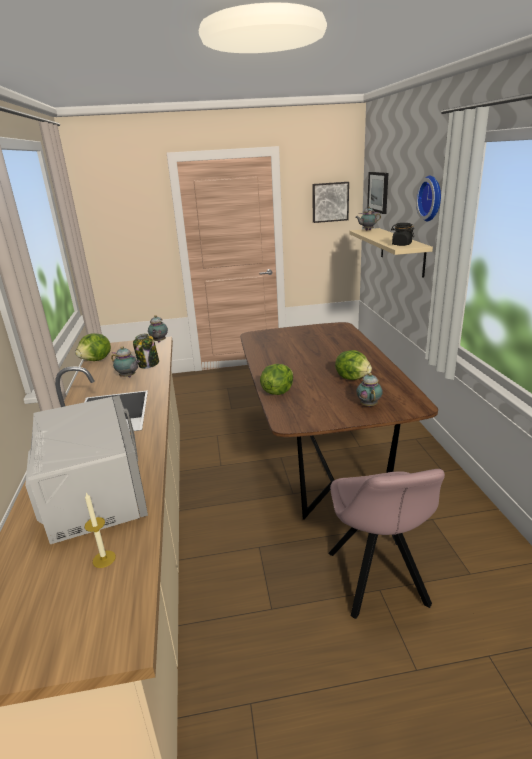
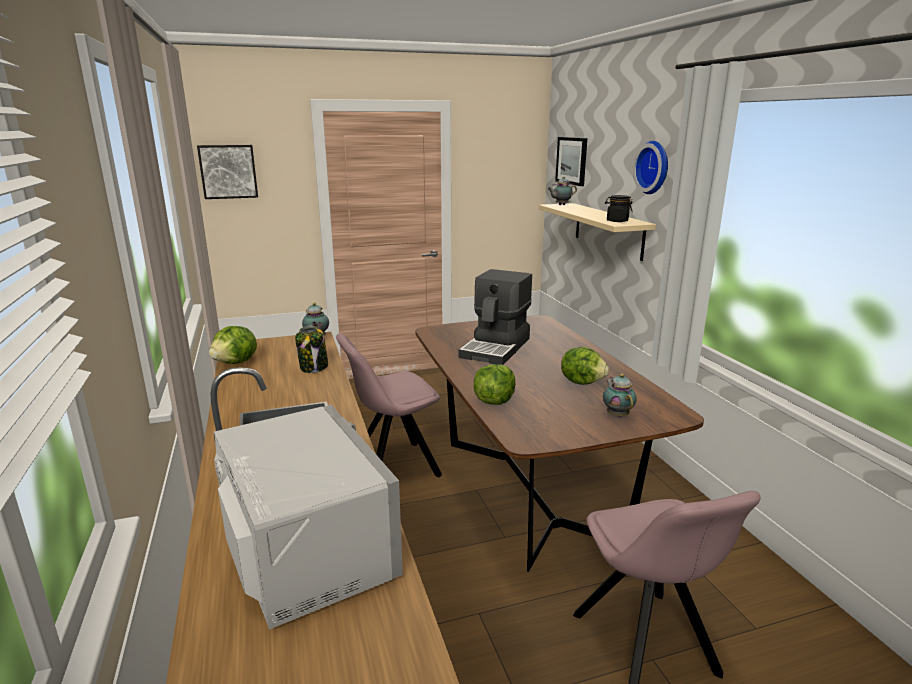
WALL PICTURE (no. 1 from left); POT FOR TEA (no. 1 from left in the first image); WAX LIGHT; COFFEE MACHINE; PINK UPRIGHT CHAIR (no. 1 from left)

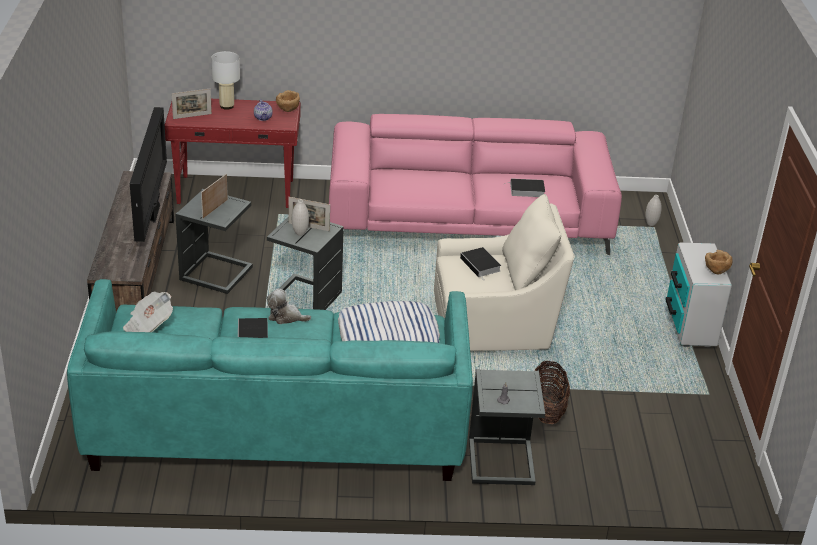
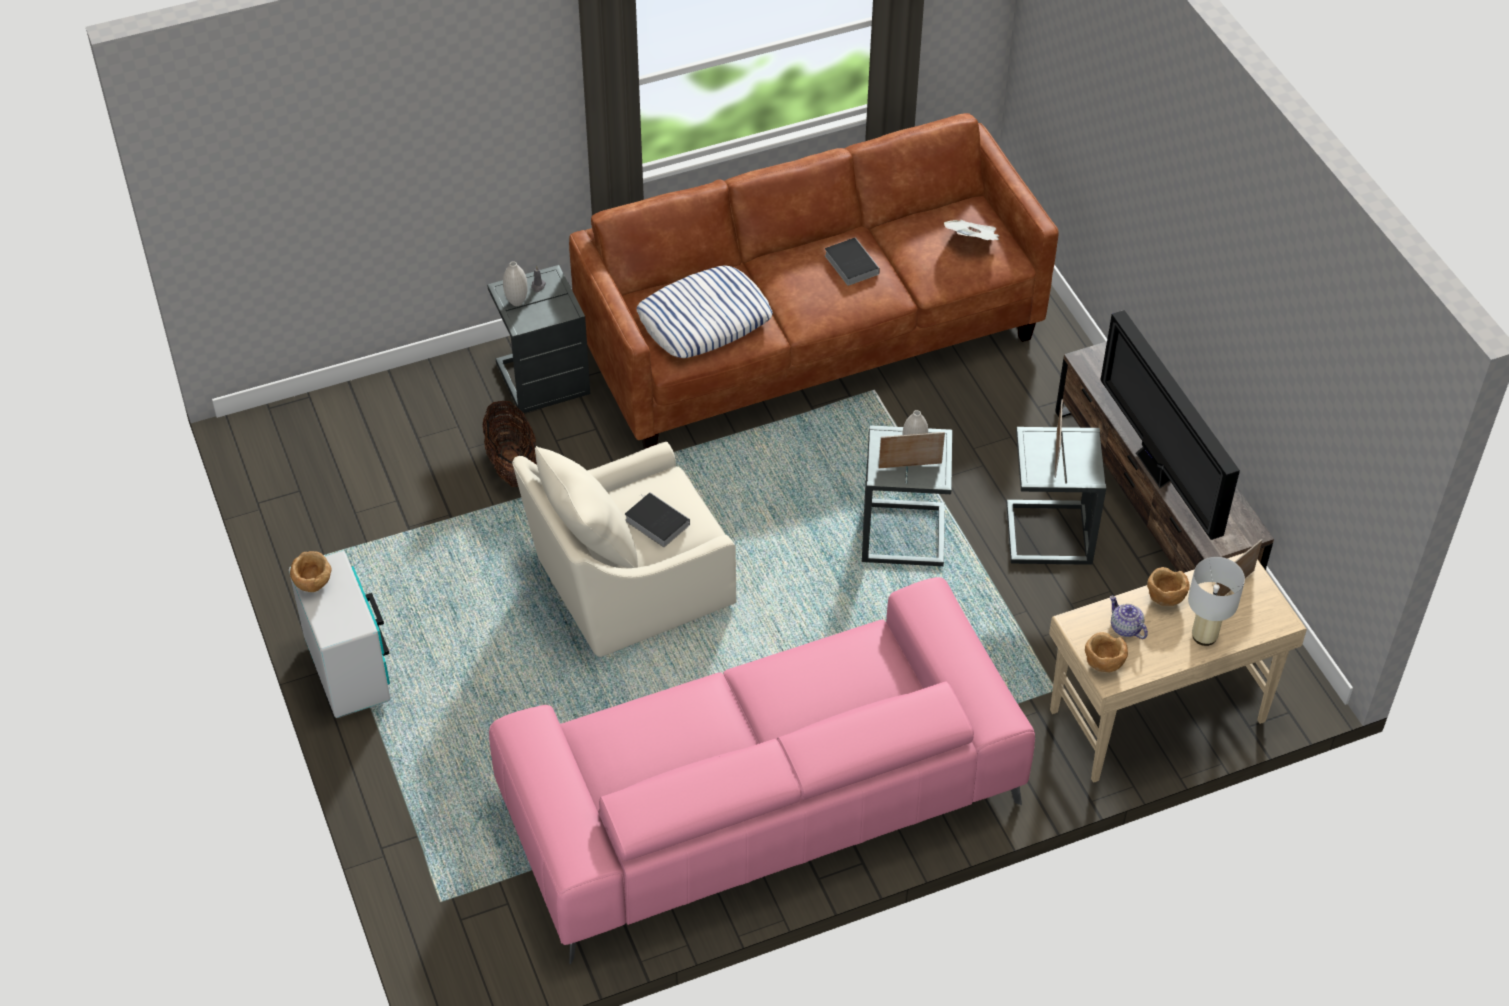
BEIGE NARROW TABLE; BOOK (no. 3 from left in the first image); WHITISH DECORATIVE VASE (no. 1 from left); BROWNISH COUCH; PLUSH TOY; BROWNISH BOWL (no. 3 from left)

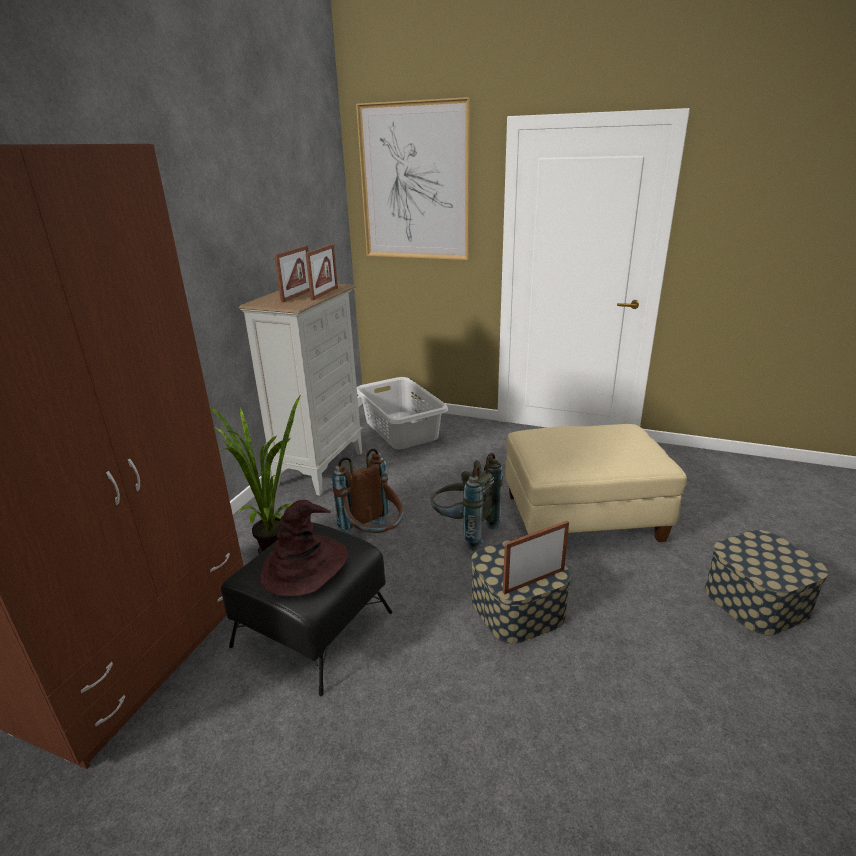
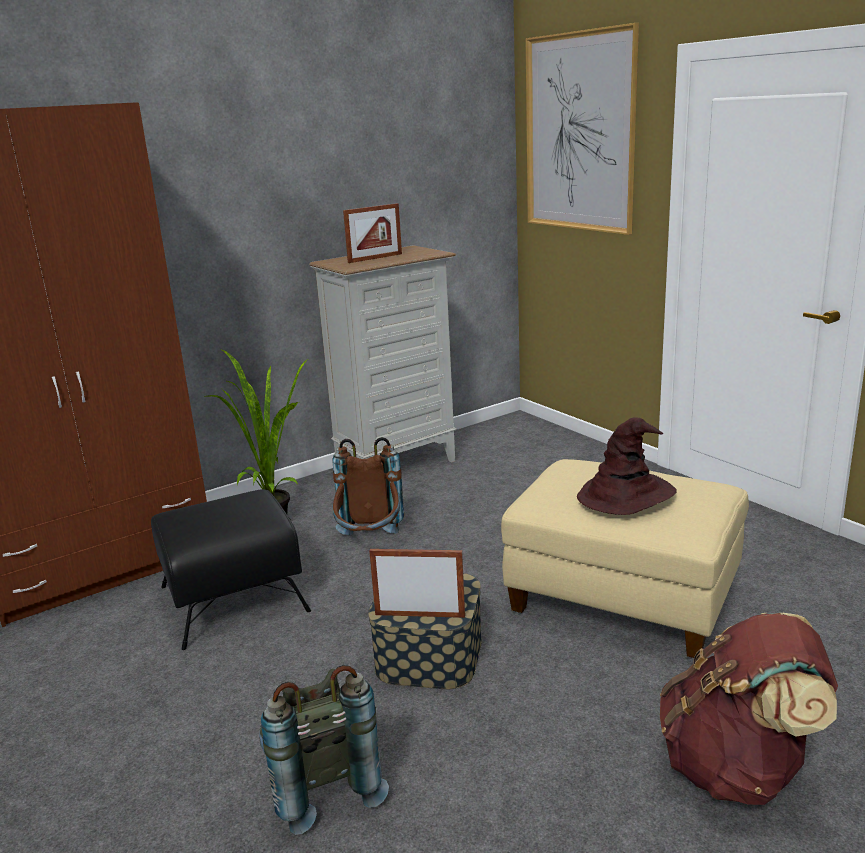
PICTURE FRAME (no. 2 from left in the first image); GRAY LAUNDRY BASKET; GRAY KNAPSACK; BROWNISH CLOTHING HAT; BROWNISH KNAPSACK (no. 2 from left)

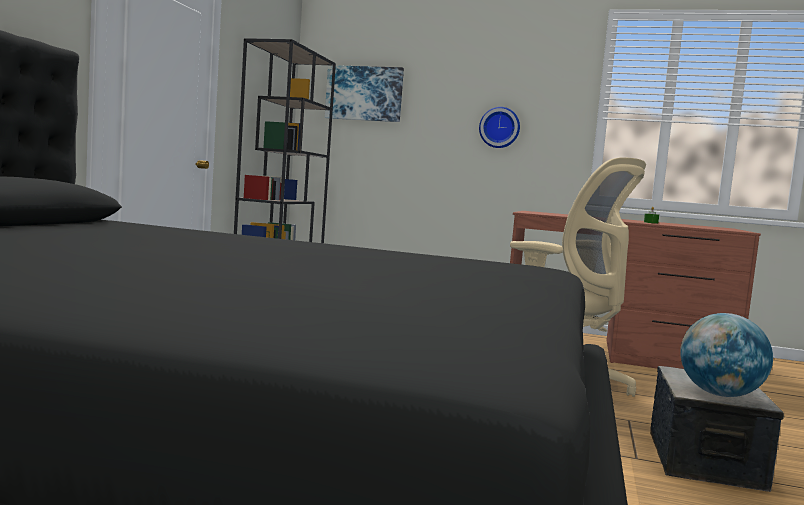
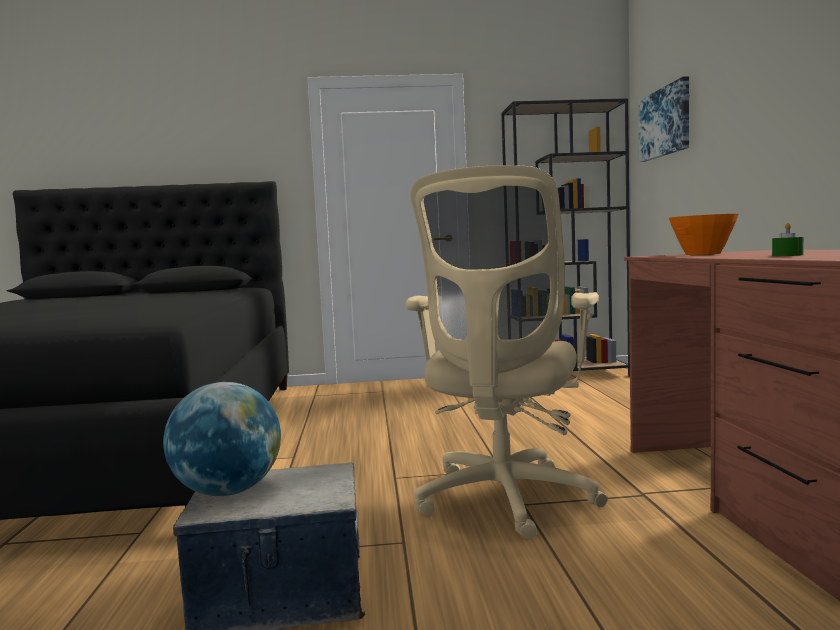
WALL CLOCK; ORANGE BOWL

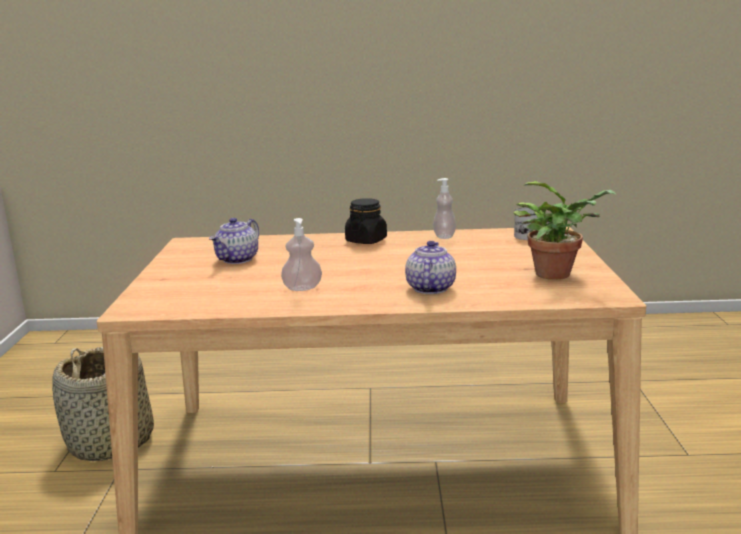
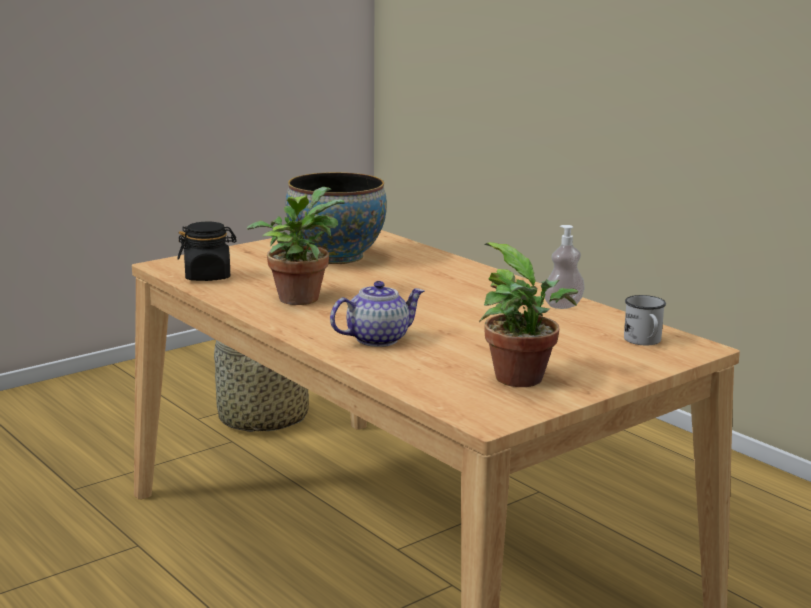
BLACK-COLOURED JAR; BOWL; POTTED PLANT (no. 1 from left)

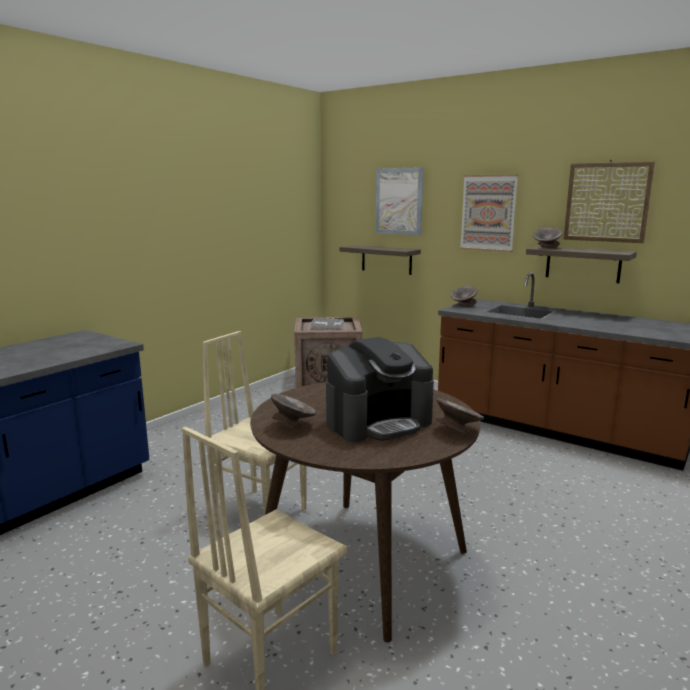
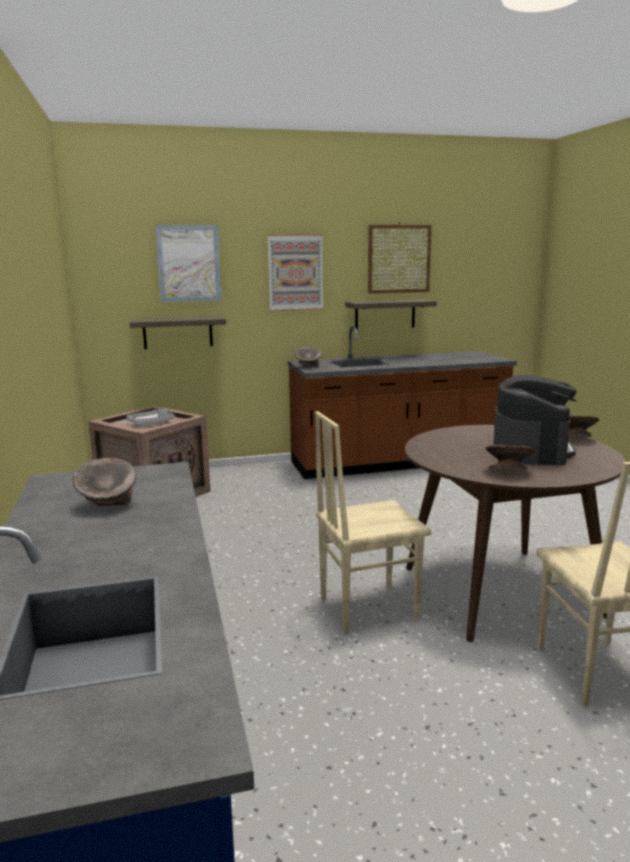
GRAY BOWL (no. 1 from left)

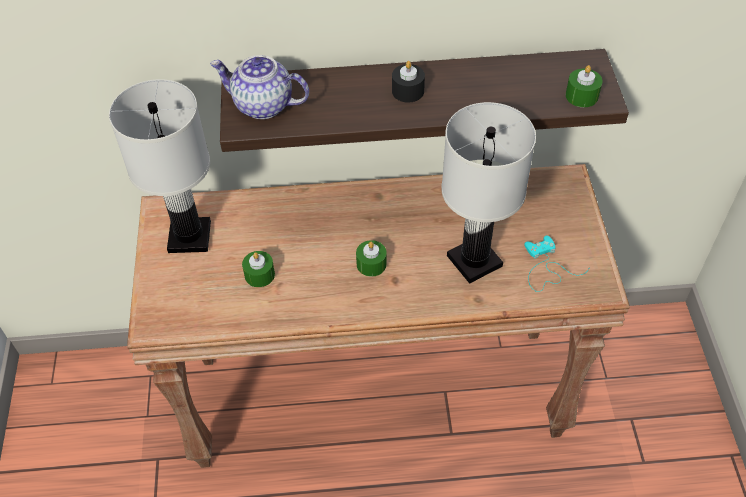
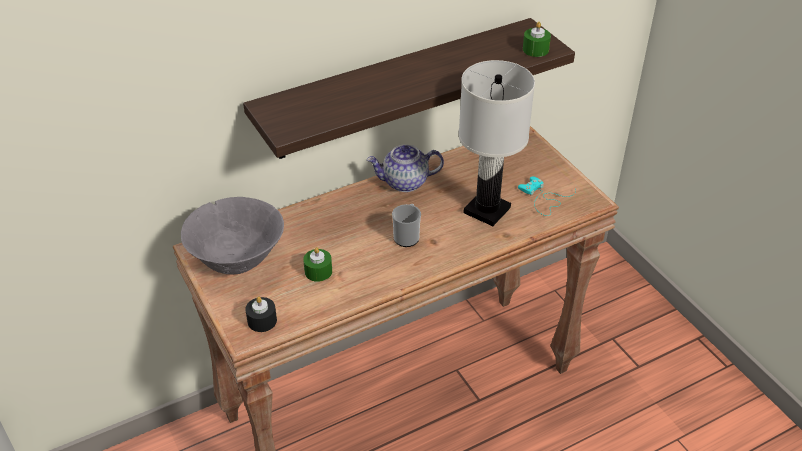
POT FOR TEA; BLACK-COLOURED WAX LIGHT; GRAY BOWL; MUG

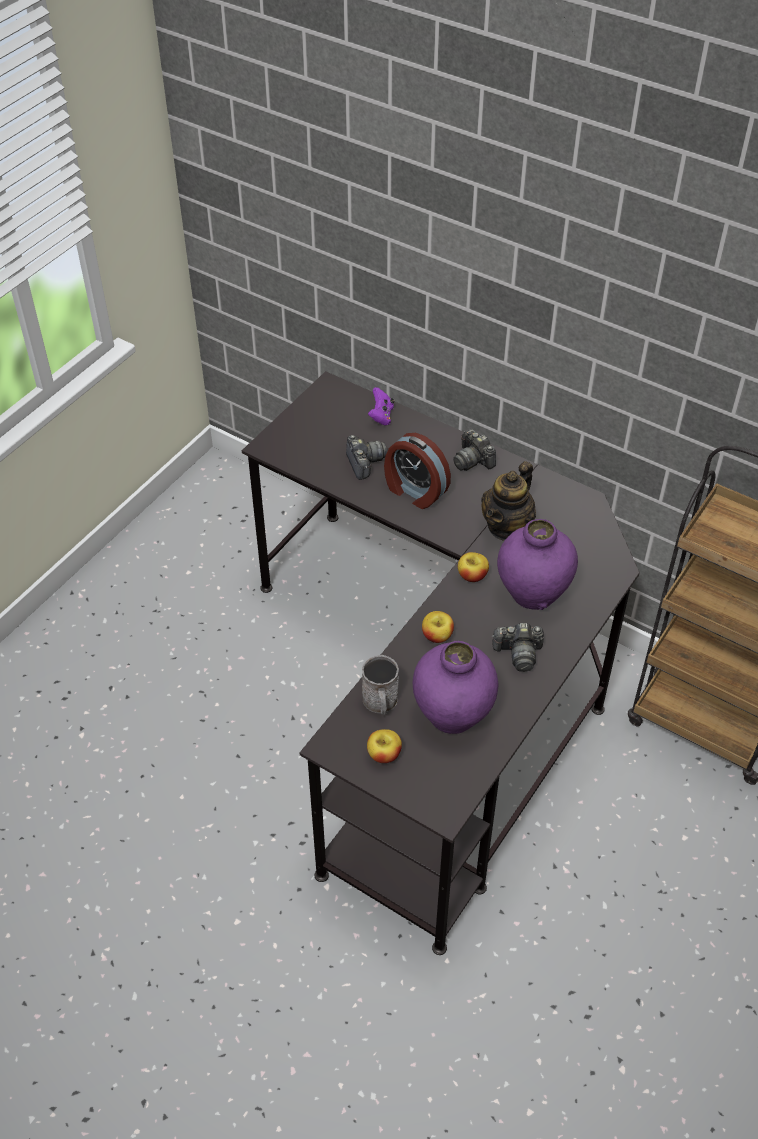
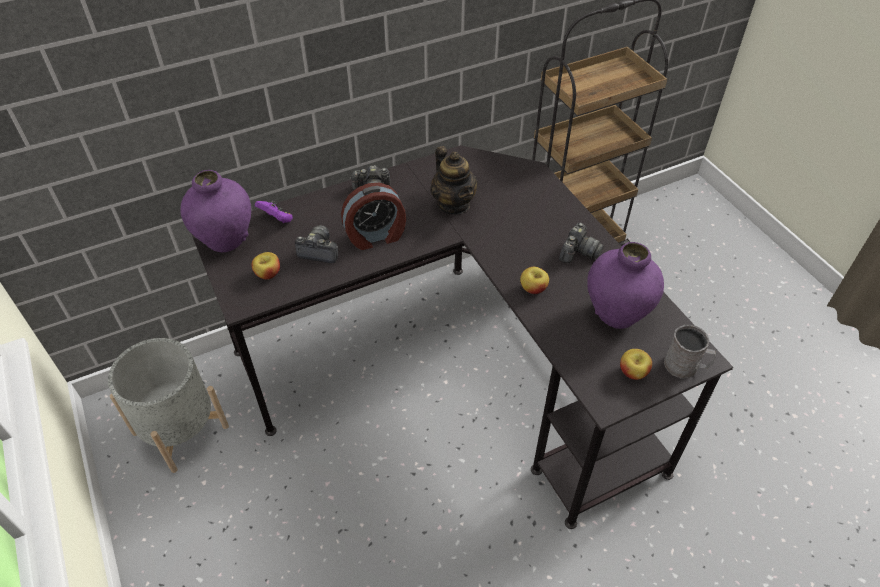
PURPLE-COLOURED DECORATIVE VASE (no. 1 from left); APPLE FRUIT (no. 1 from left); GRAY MUG; GRAY PLANT POT

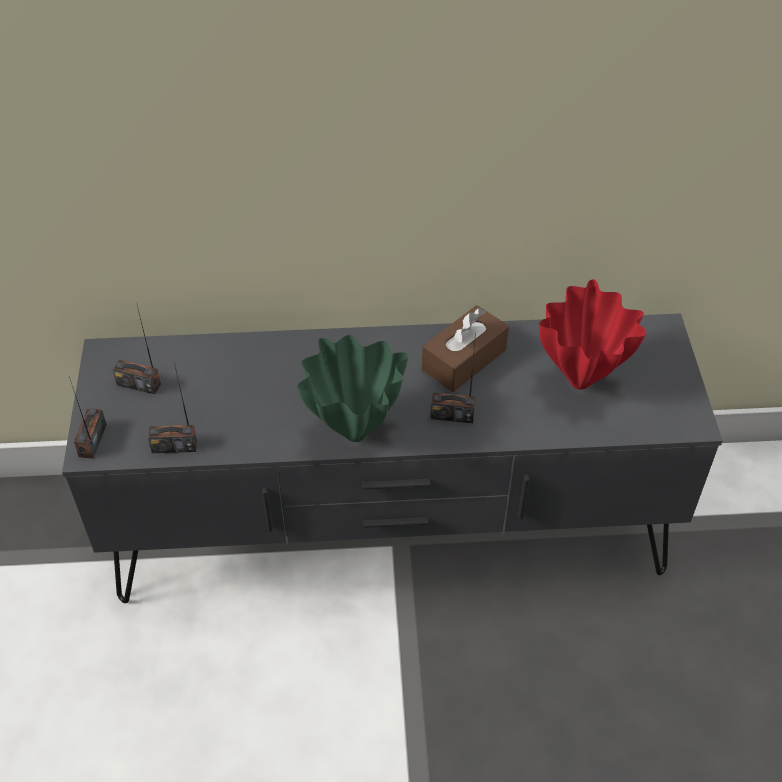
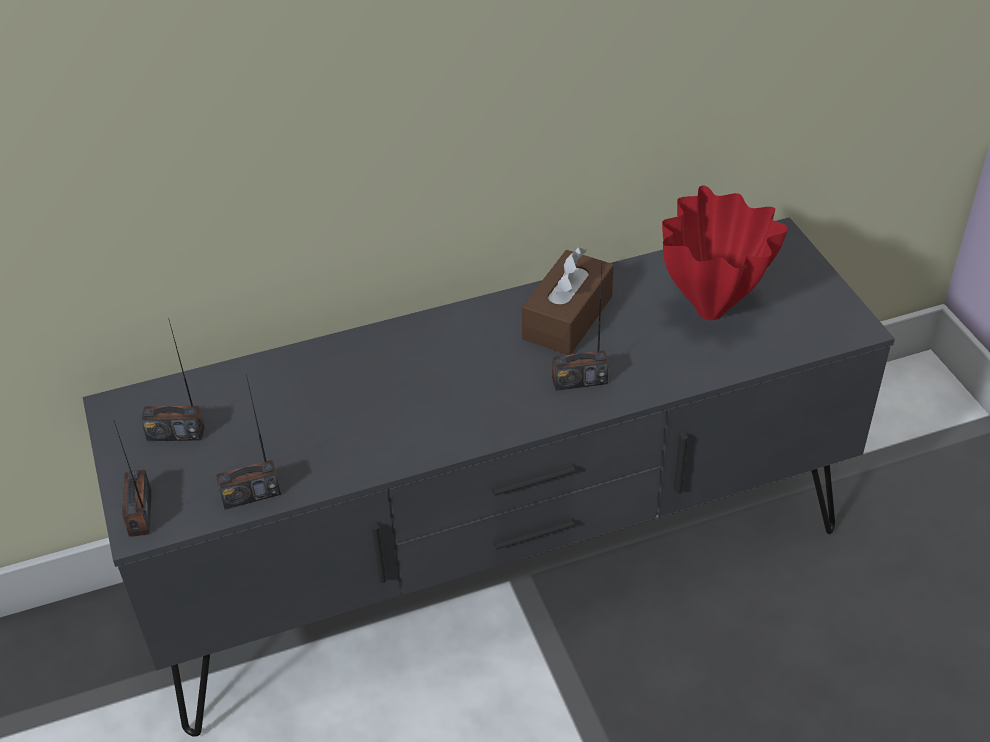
GREEN-COLOURED DECORATIVE VASE

